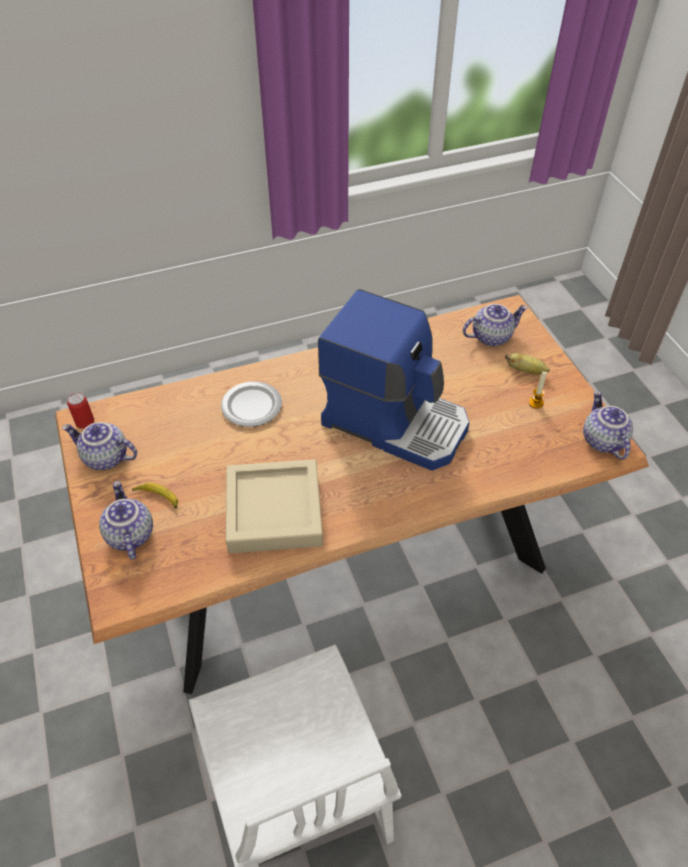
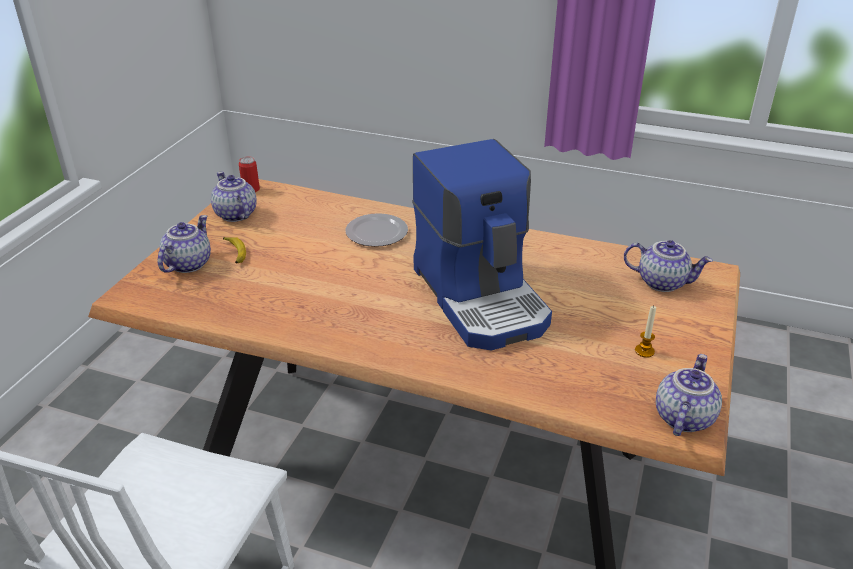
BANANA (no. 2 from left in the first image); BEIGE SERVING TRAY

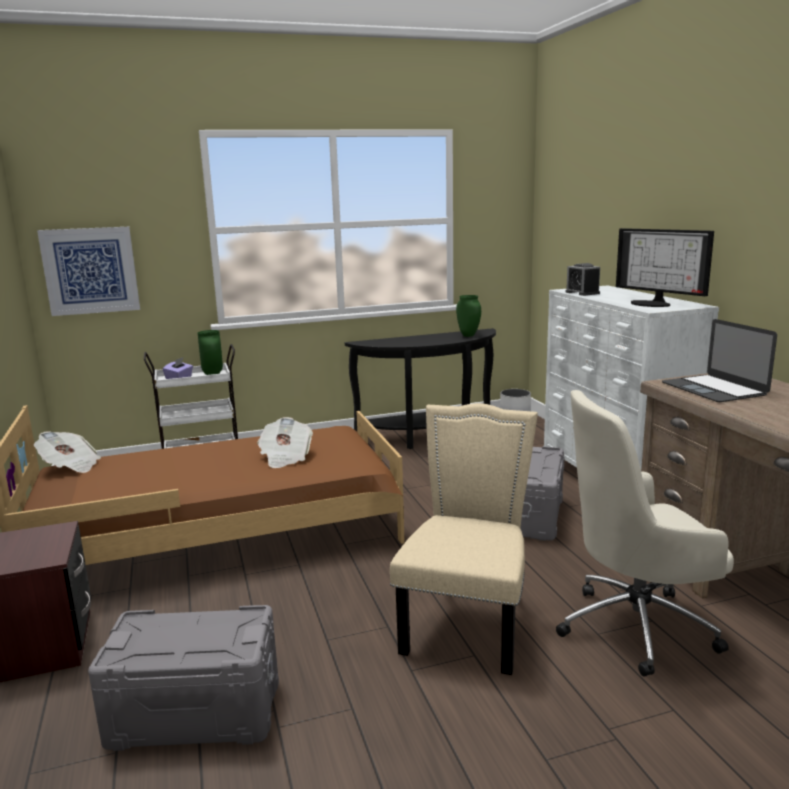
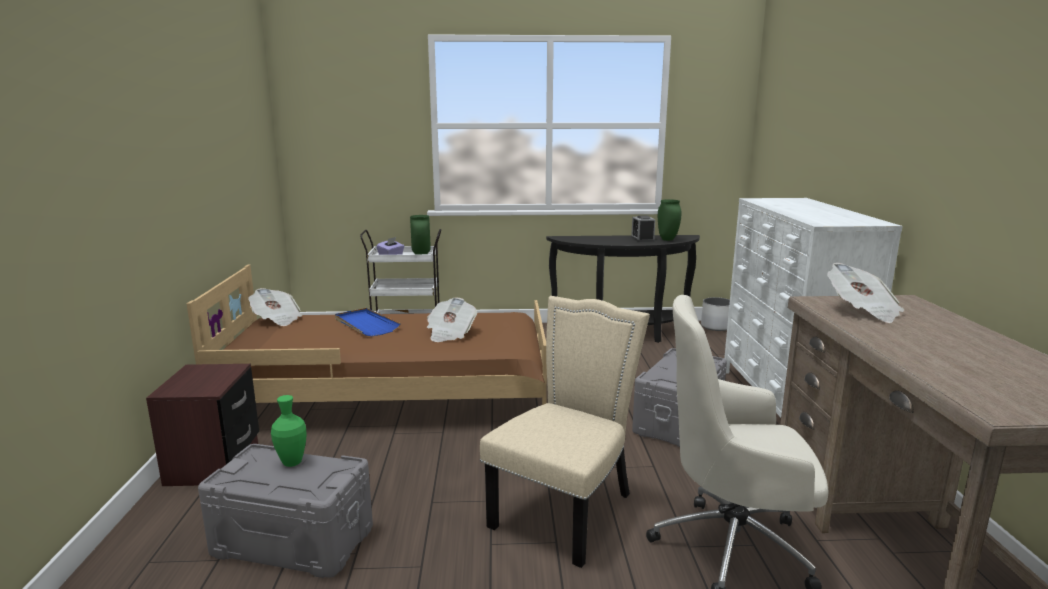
WALL PICTURE; COMPUTER SCREEN; BEDSIDE CLOCK; PRINTED PAPER (no. 3 from left); BLUE SERVING TRAY; GREEN-COLOURED DECORATIVE VASE (no. 1 from left)

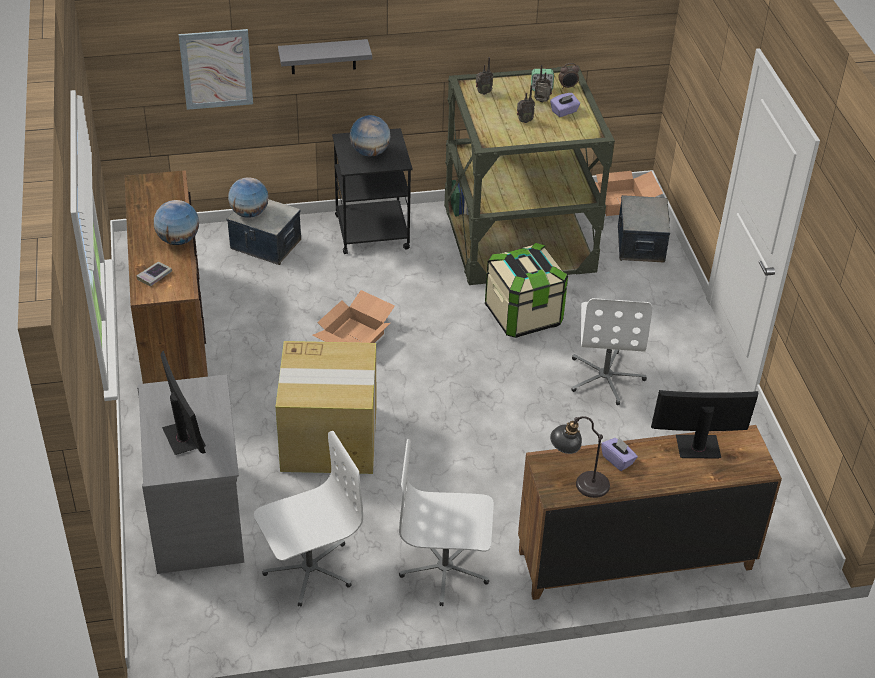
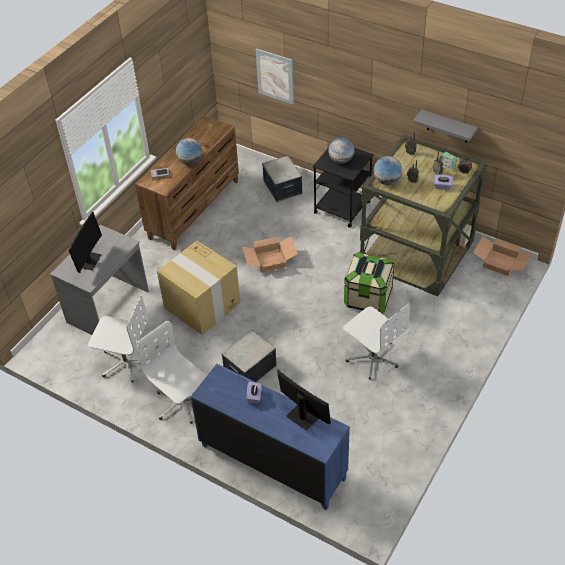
GRAY SHELF; GLOBE (no. 3 from left); STORAGE BOX (no. 1 from left); WHITISH OFFICE CHAIR (no. 3 from left); GRAY LAMP FOR A TABLE; BLUE DRAWER CHEST

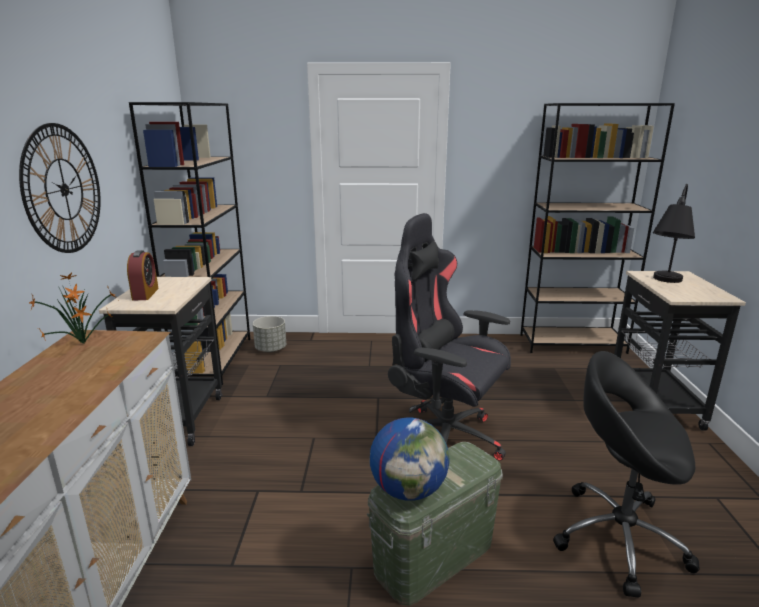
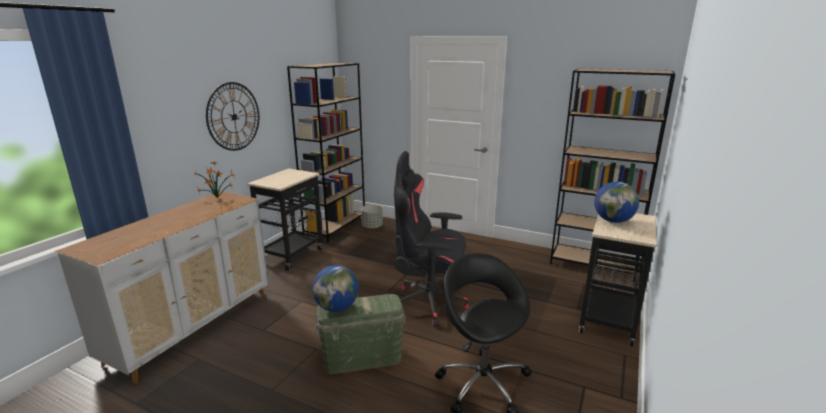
GLOBE (no. 2 from left); BLACK-COLOURED OFFICE CHAIR (no. 1 from left); BEDSIDE CLOCK

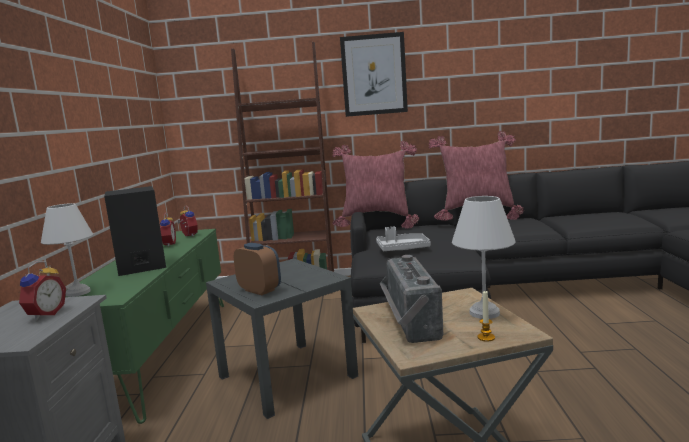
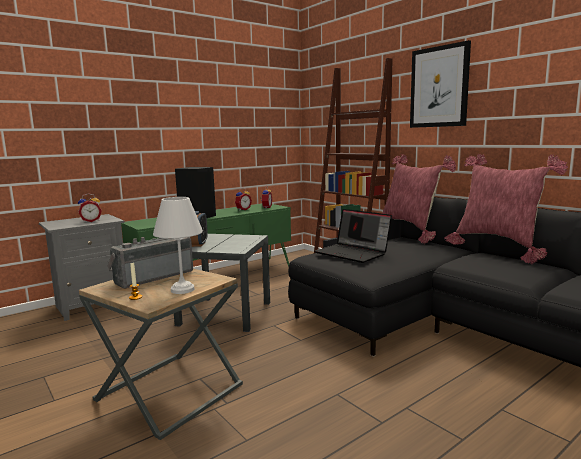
WHITISH LAMP FOR A TABLE (no. 1 from left in the first image); NOTEBOOK COMPUTER

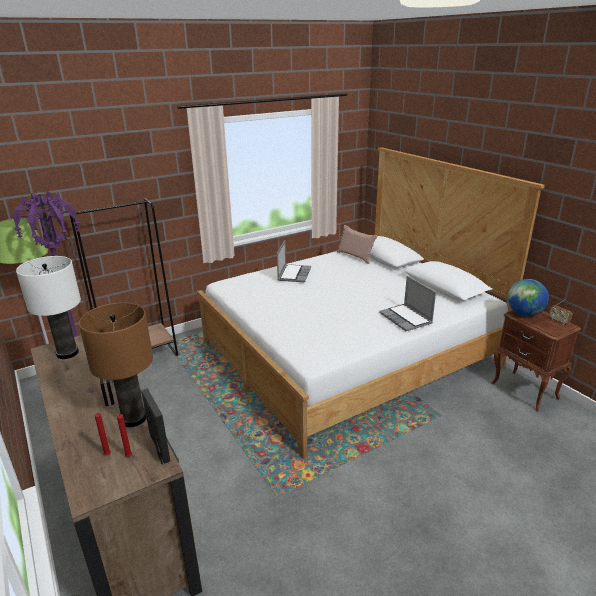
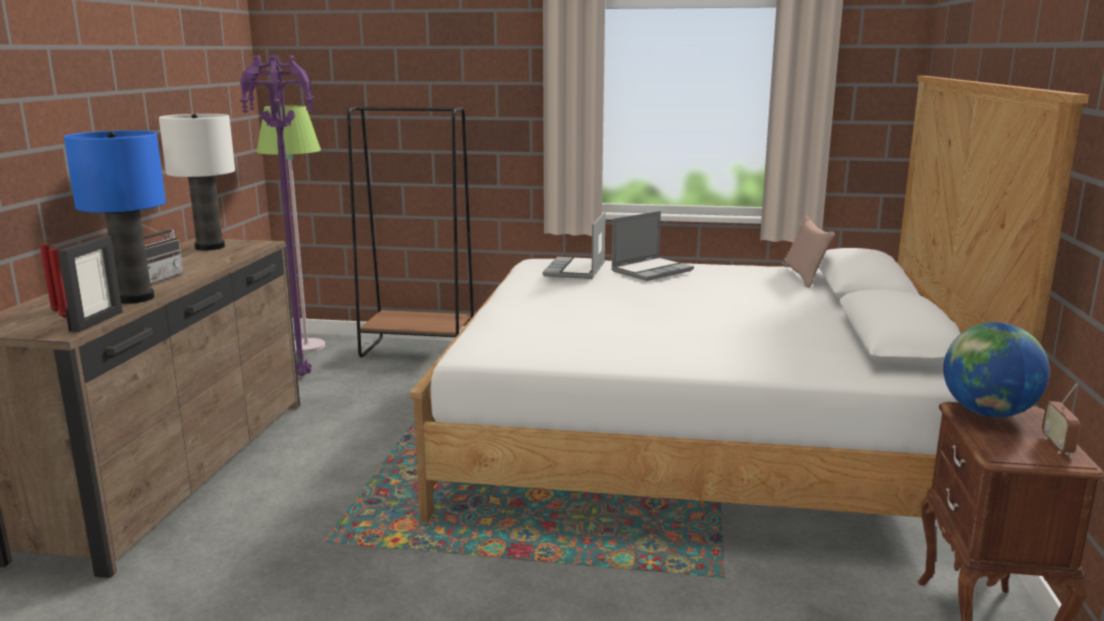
NOTEBOOK COMPUTER (no. 1 from left); BLUE LAMP FOR A TABLE

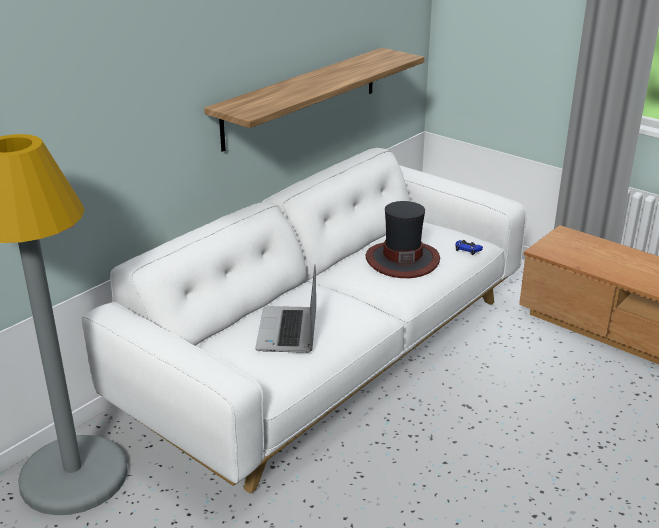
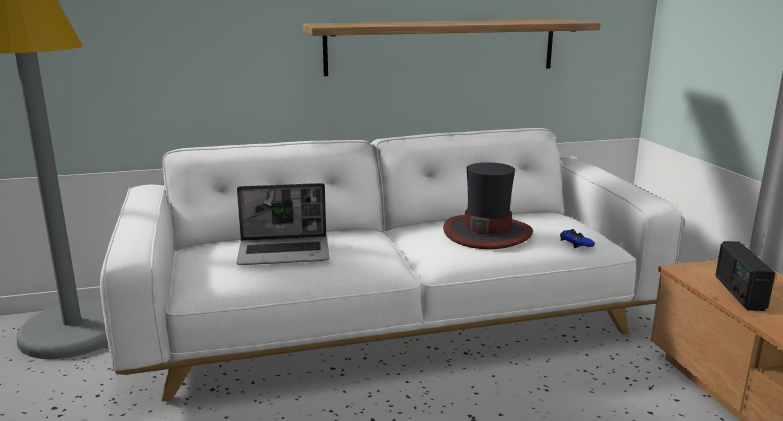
NOTEBOOK COMPUTER; RADIO SET

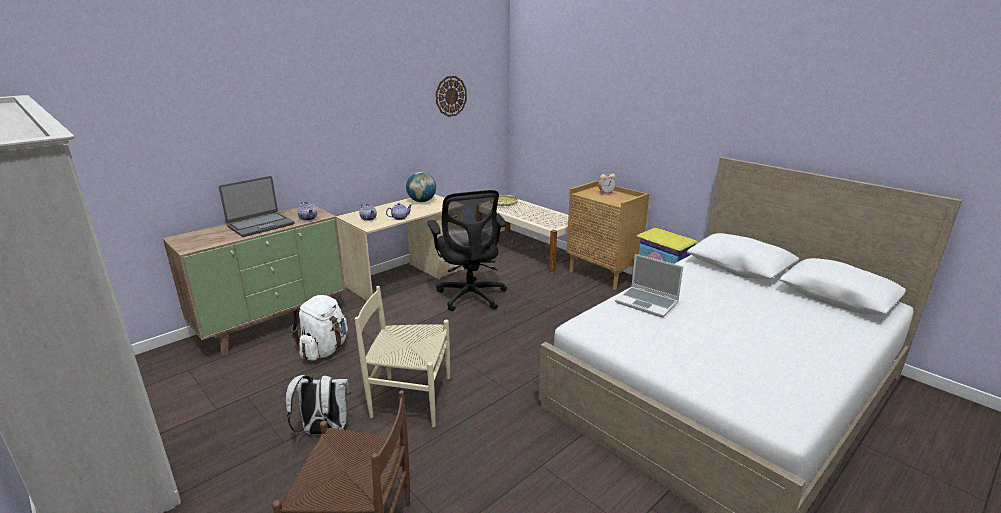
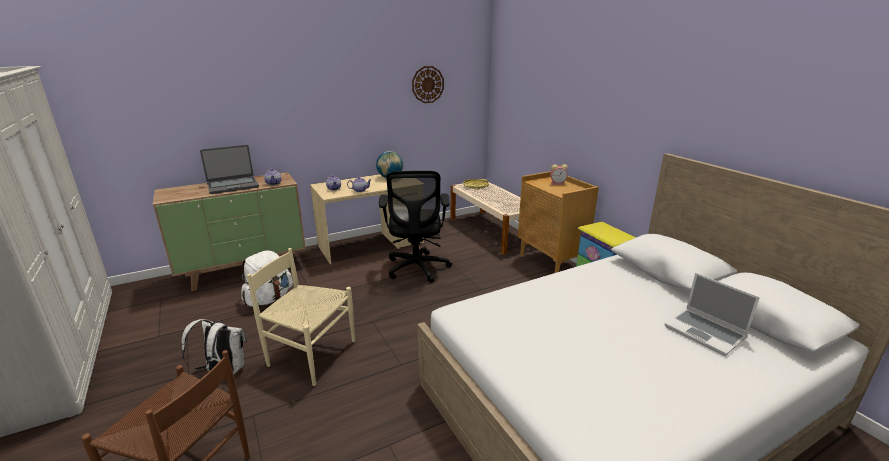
NOTEBOOK COMPUTER (no. 2 from left)

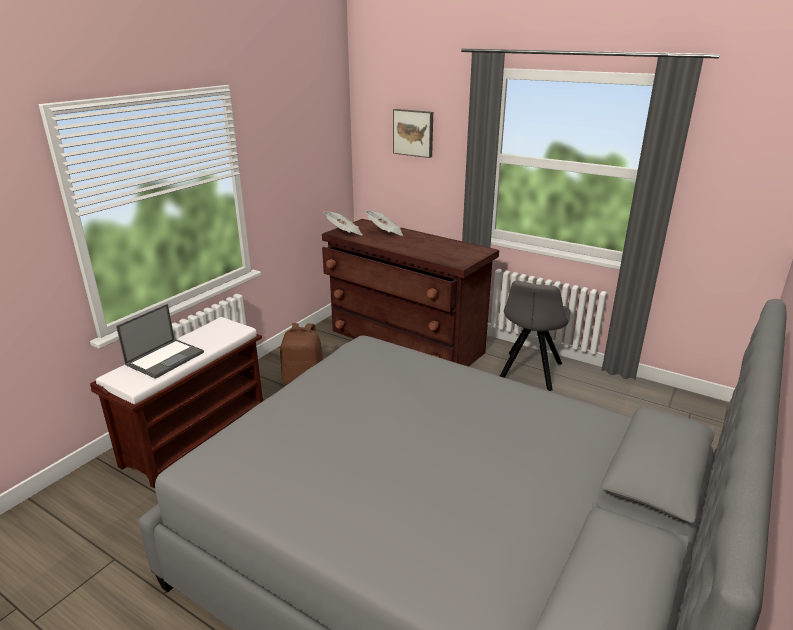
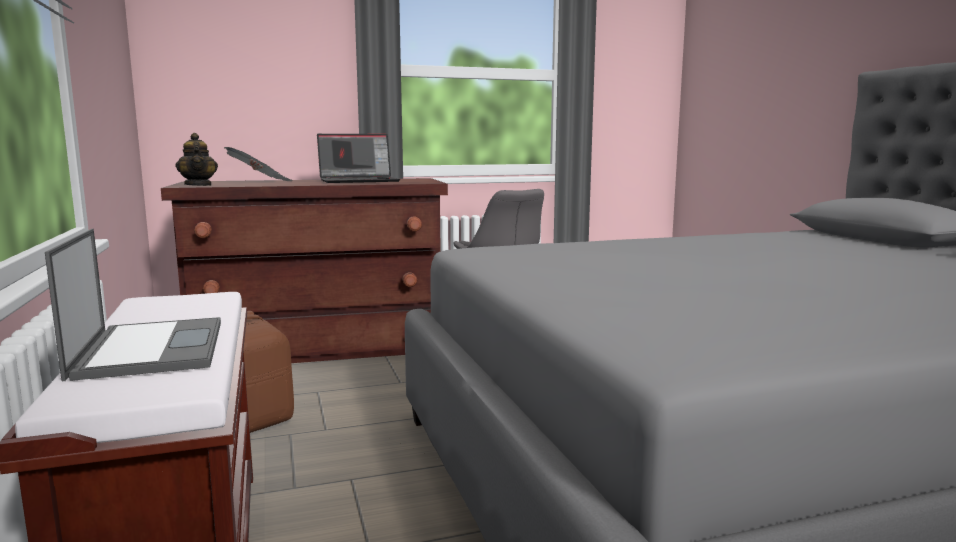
WALL PICTURE; POT FOR TEA; NOTEBOOK COMPUTER (no. 2 from left)

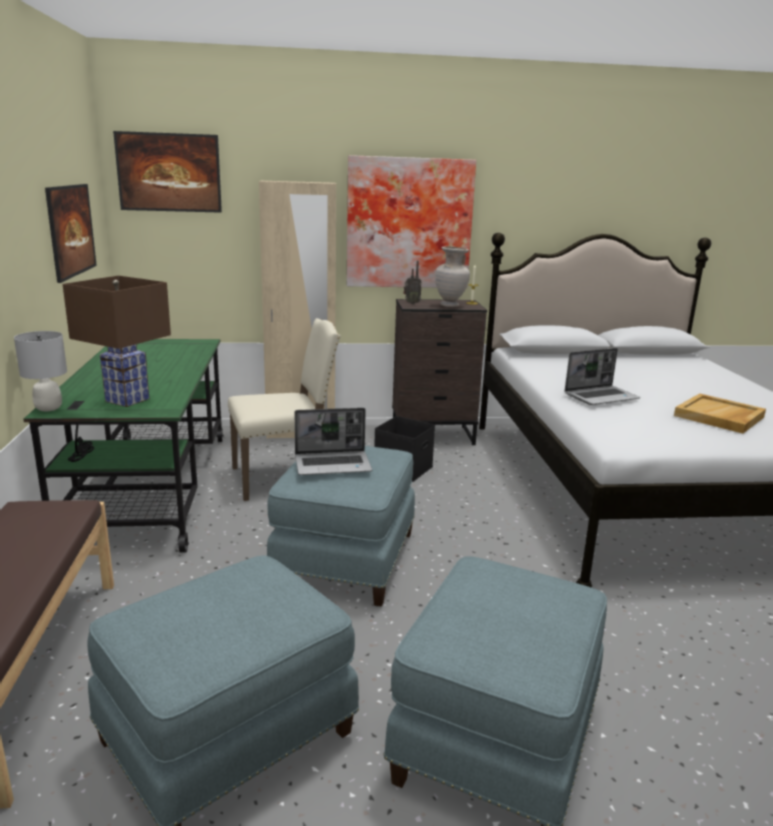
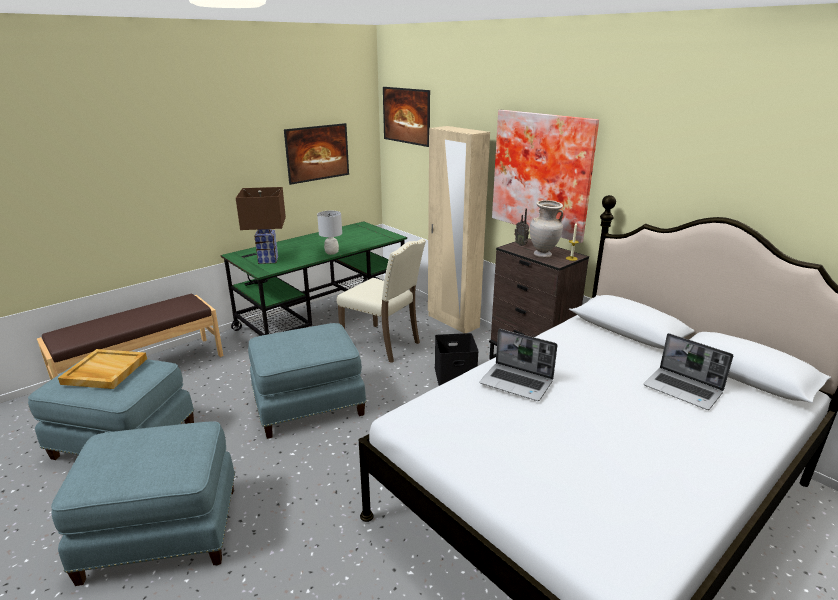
GRAY LAMP FOR A TABLE; BEIGE SERVING TRAY; NOTEBOOK COMPUTER (no. 2 from left)

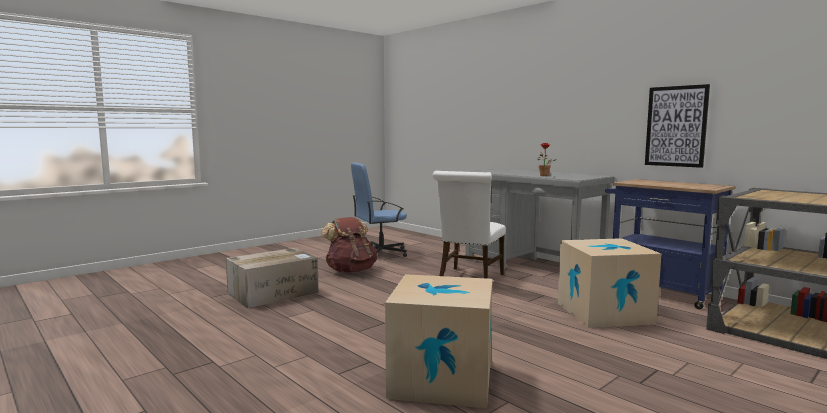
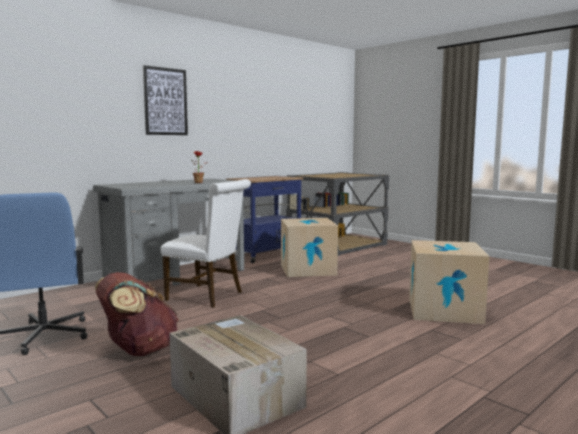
WALL PICTURE

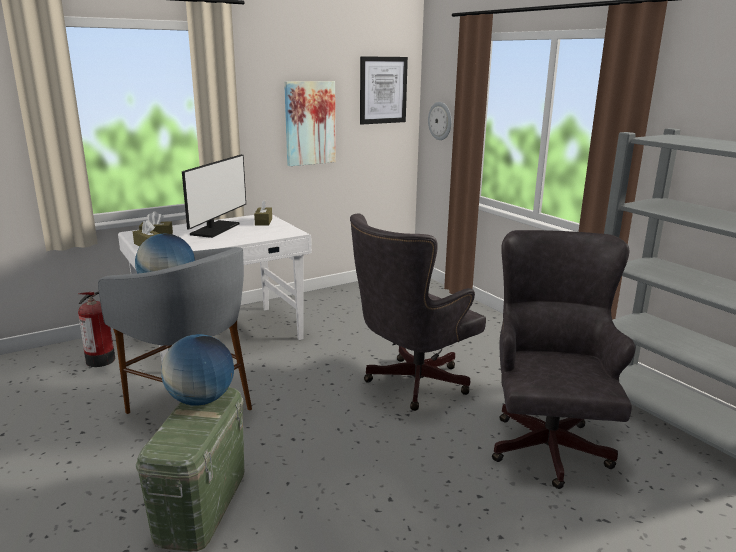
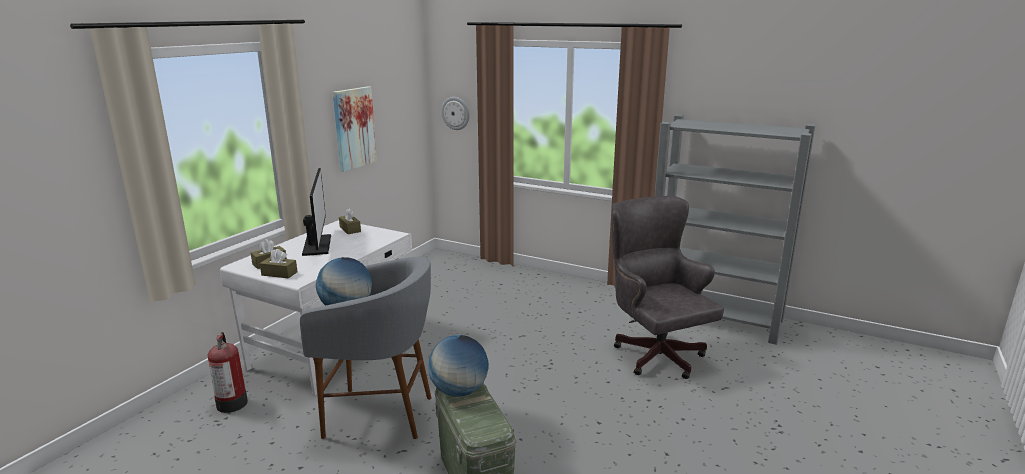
WALL PICTURE (no. 2 from left in the first image); GRAY OFFICE CHAIR (no. 1 from left in the first image)

